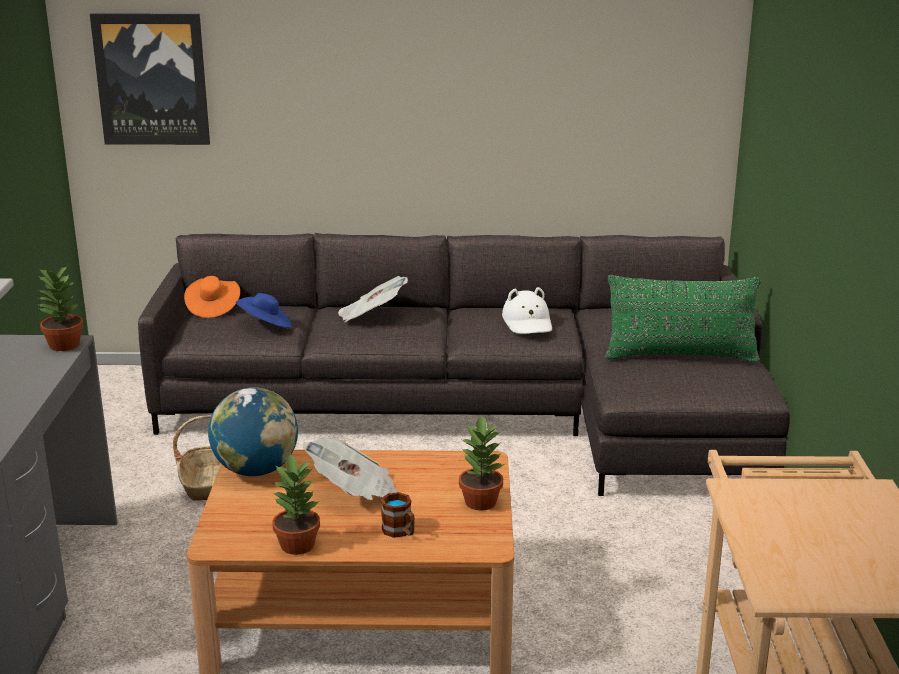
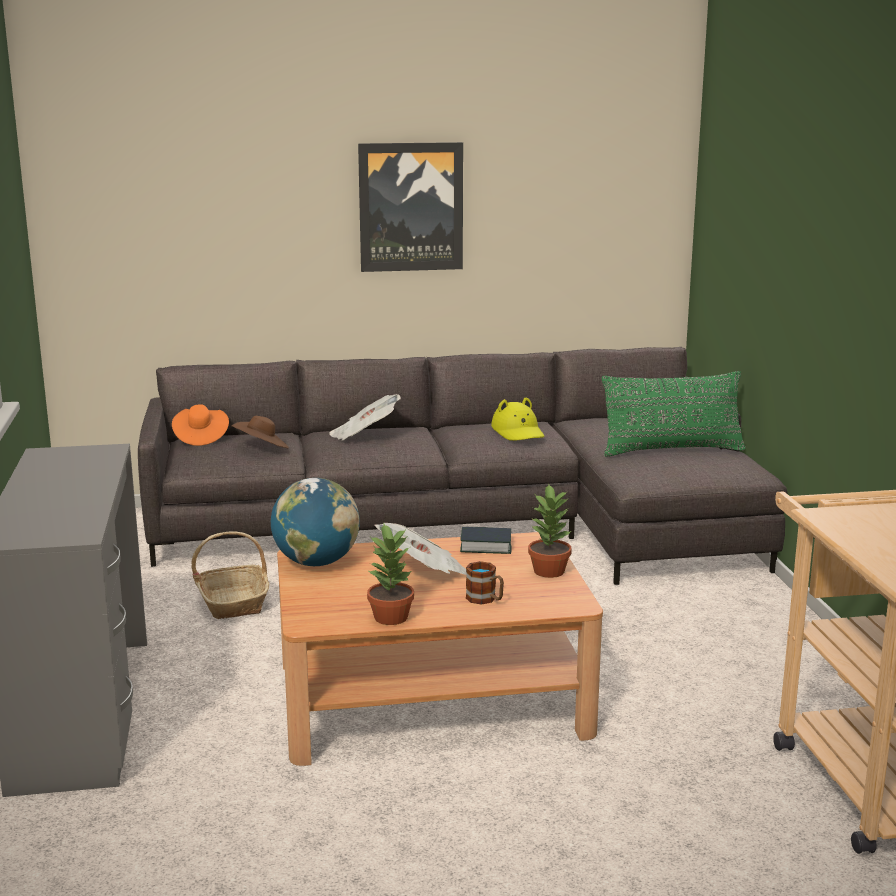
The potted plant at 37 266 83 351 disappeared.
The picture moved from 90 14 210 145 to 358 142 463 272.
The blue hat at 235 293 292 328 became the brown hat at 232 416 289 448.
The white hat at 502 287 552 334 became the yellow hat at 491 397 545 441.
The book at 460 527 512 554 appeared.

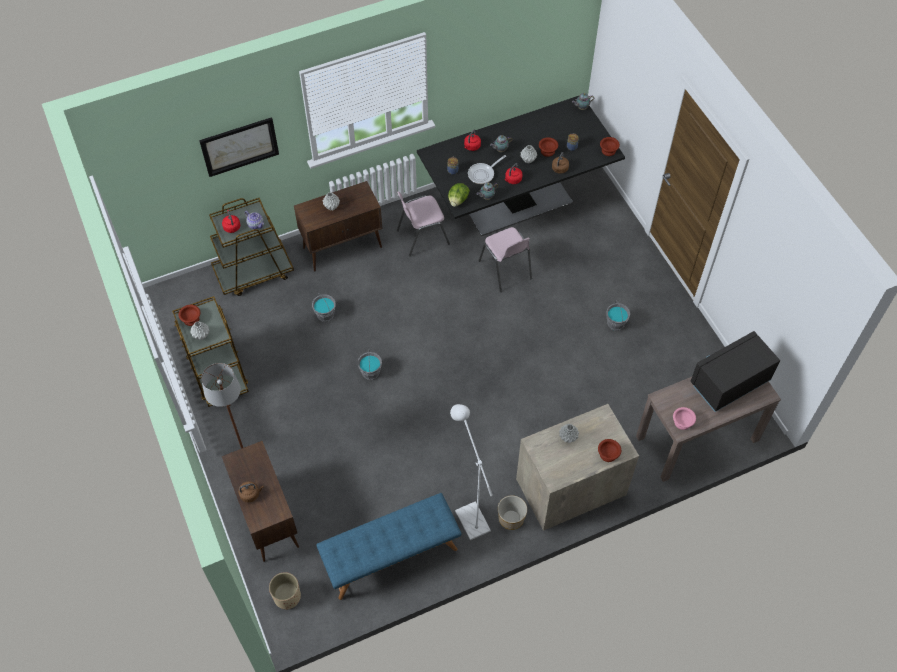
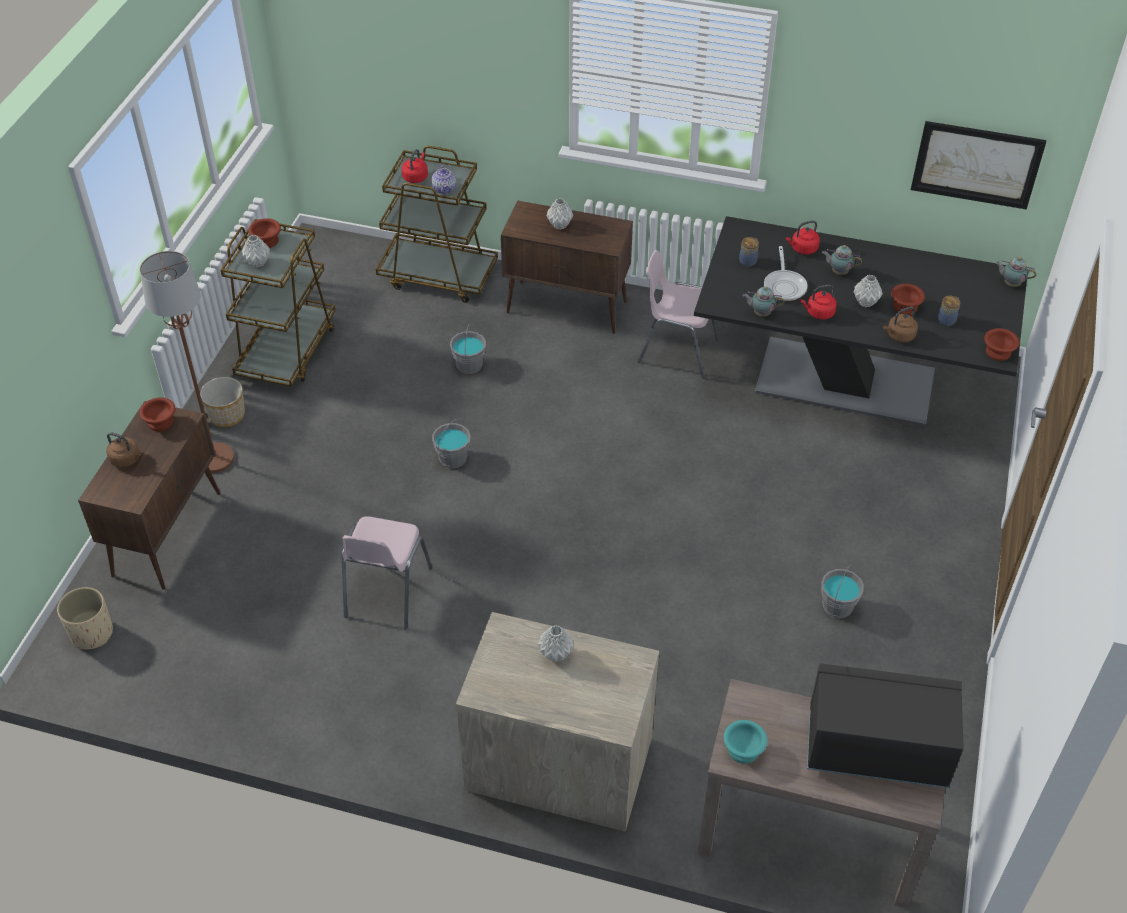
The picture moved from 199 117 279 177 to 911 121 1046 209.
The blue bench at 316 493 462 600 disappeared.
The lettuce at 448 183 470 207 disappeared.
The white floor lamp at 450 404 493 540 disappeared.
The frying pan at 468 155 506 184 turned 90 degrees counterclockwise.
The pink chair moved from 479 227 532 292 to 342 516 432 629.
The planter moved from 498 495 527 530 to 200 377 245 427.
The brown bowl moved from 598 439 621 462 to 139 397 175 431.
The pink bowl at 673 407 696 430 became the turquoise bowl at 724 720 767 764.

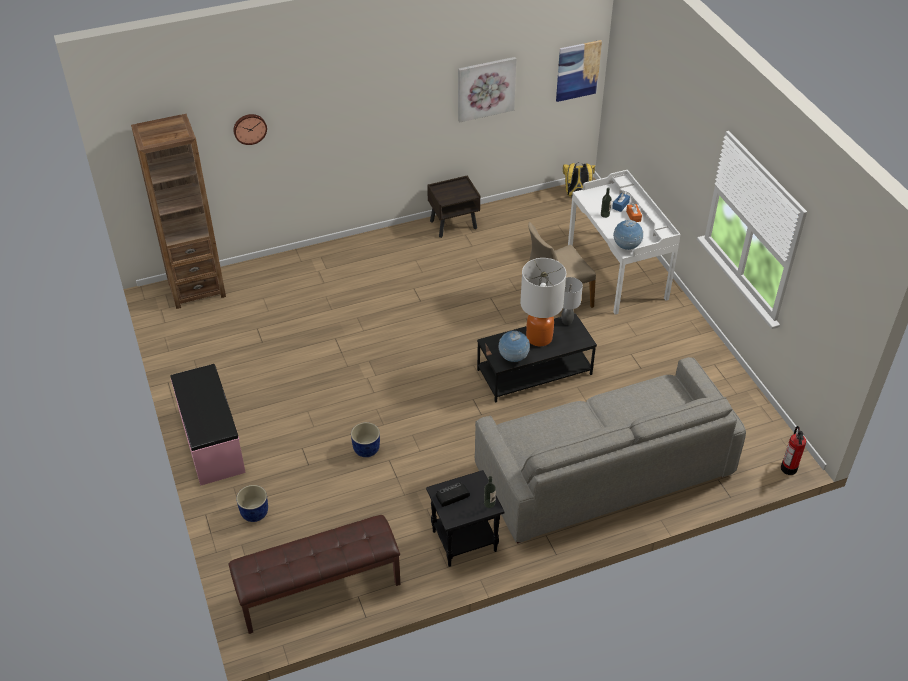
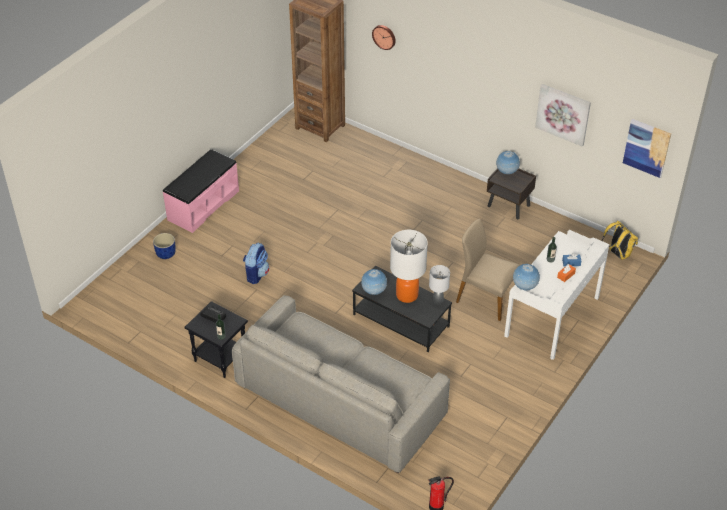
The brown bench at 229 515 400 634 disappeared.
The blue planter at 351 422 380 457 was replaced by the backpack at 243 243 269 284.
The globe at 496 151 520 174 appeared.

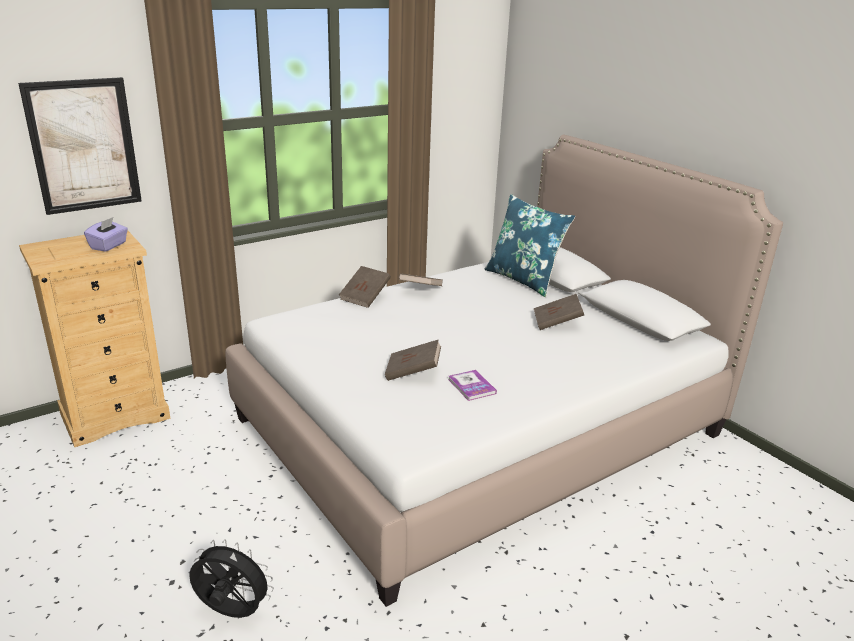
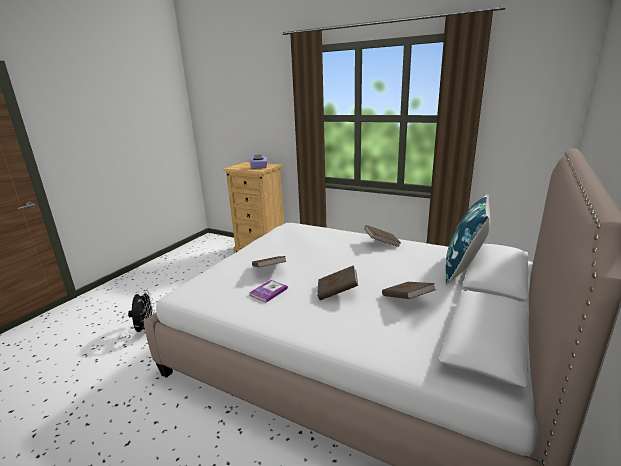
The picture at 18 77 142 215 disappeared.
The brown book moved from 339 266 391 308 to 317 265 358 300.

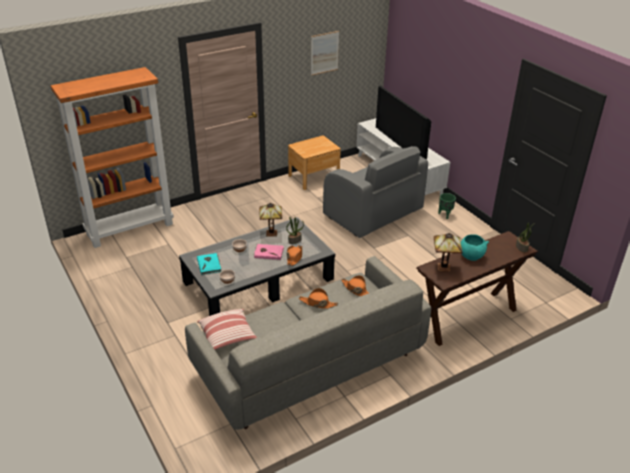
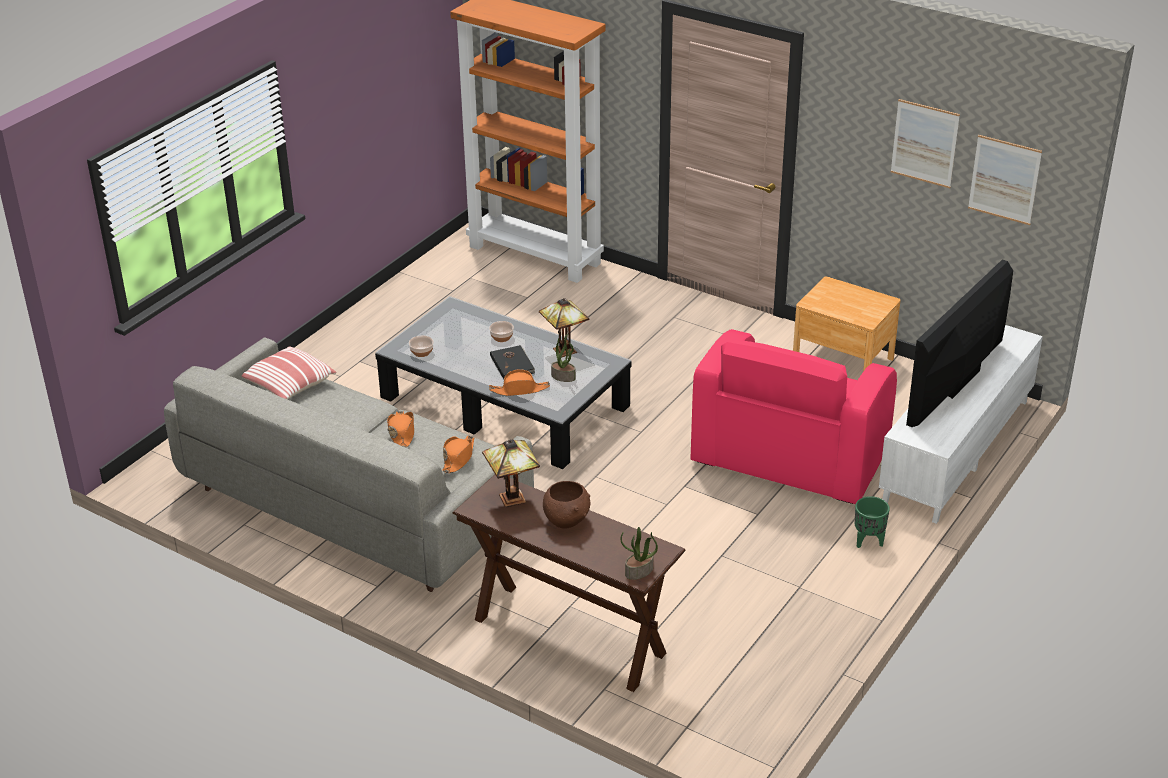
The turquoise book at 197 253 222 275 disappeared.
The pink book at 254 244 284 260 became the black book at 490 345 535 379.
The grey armchair at 323 146 428 238 became the pink armchair at 691 329 897 504.
The turquoise bowl at 461 235 489 261 became the brown bowl at 543 481 591 529.
The picture at 968 135 1042 225 appeared.

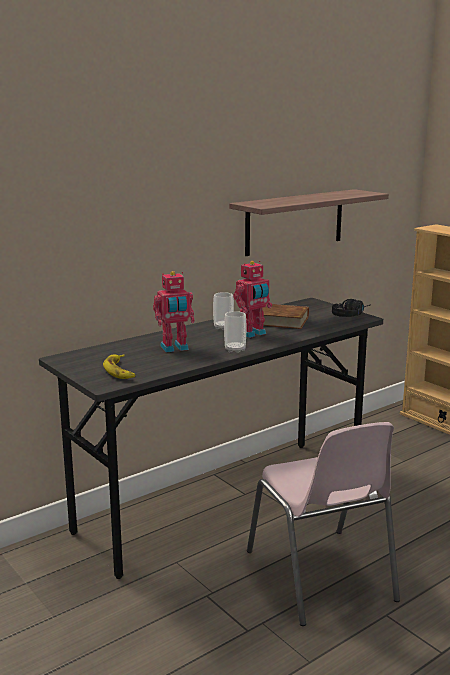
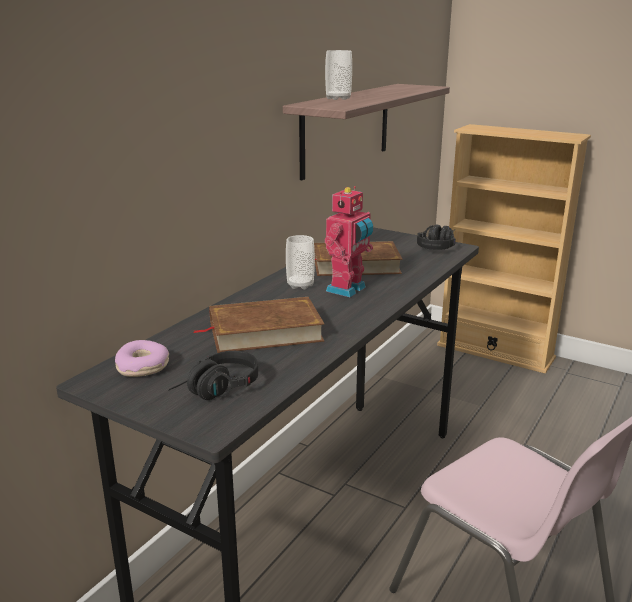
The banana at 103 354 135 379 was replaced by the black headphones at 168 351 258 400.
The toy robot at 153 271 195 352 was replaced by the brown book at 193 297 324 353.
The cup moved from 224 311 246 353 to 325 50 352 100.
The donut at 115 340 169 377 appeared.

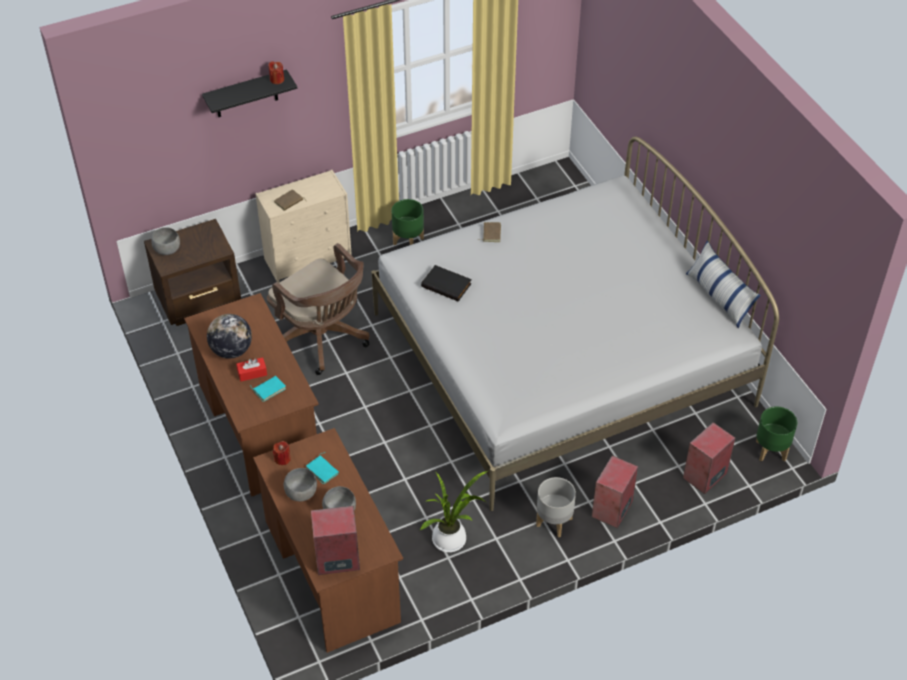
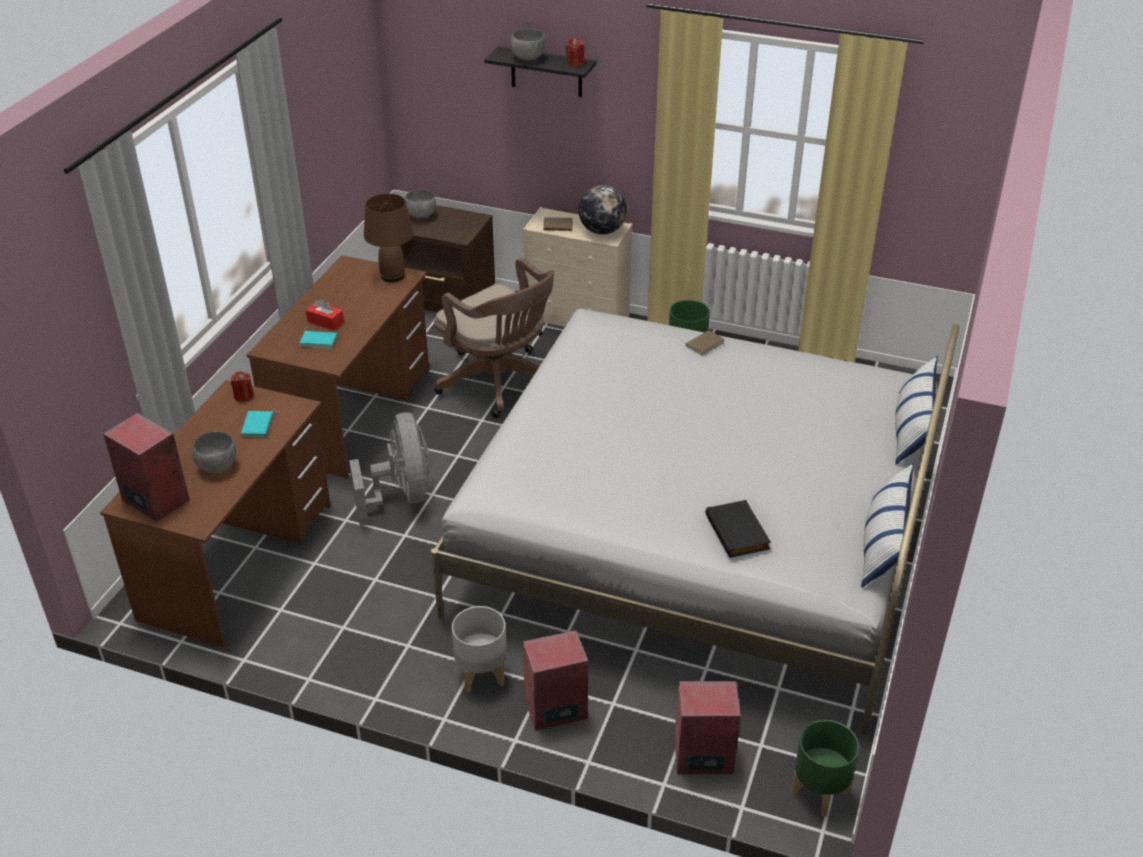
The globe moved from 207 314 252 359 to 579 185 627 235.
The brown office chair at 267 243 370 375 turned 45 degrees counterclockwise.
The grey bowl moved from 284 468 317 501 to 510 28 545 61.
The potted plant at 420 471 488 552 disappeared.
The black book moved from 421 265 472 302 to 705 500 771 558.
The grey fan at 349 412 430 526 appeared.
The brown table lamp at 364 193 414 282 appeared.
The pillow at 895 356 938 465 appeared.

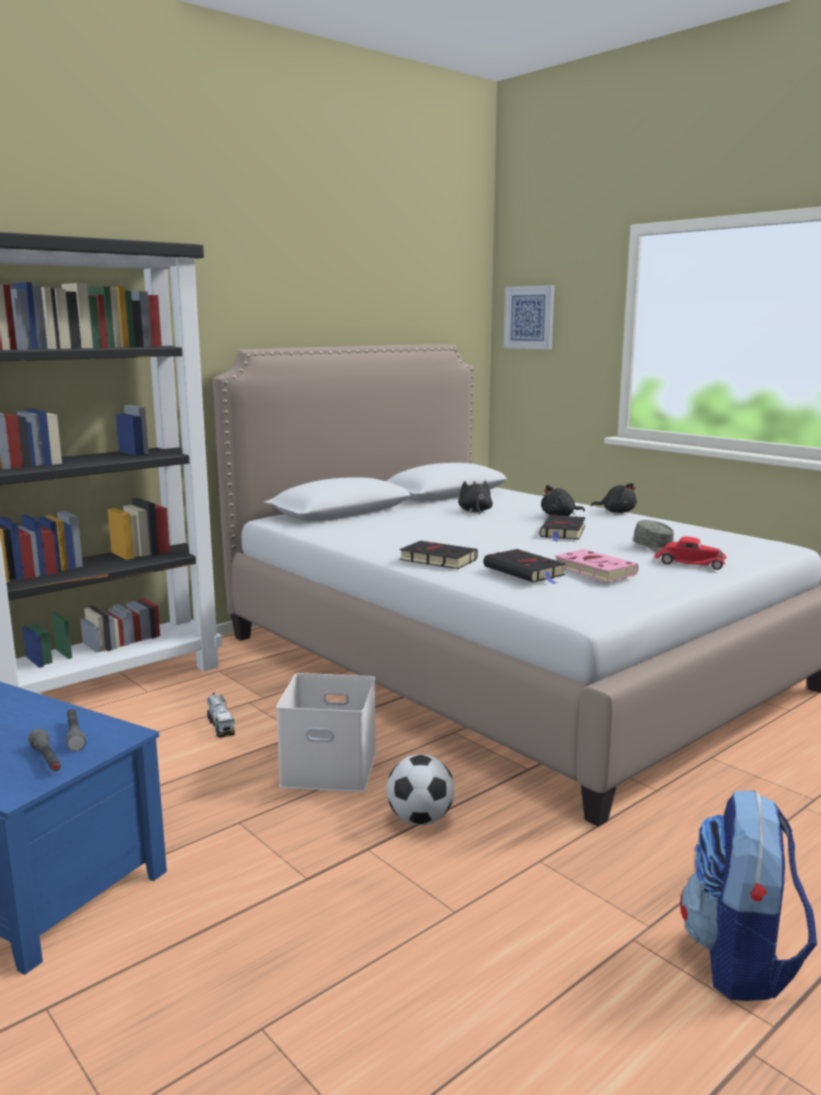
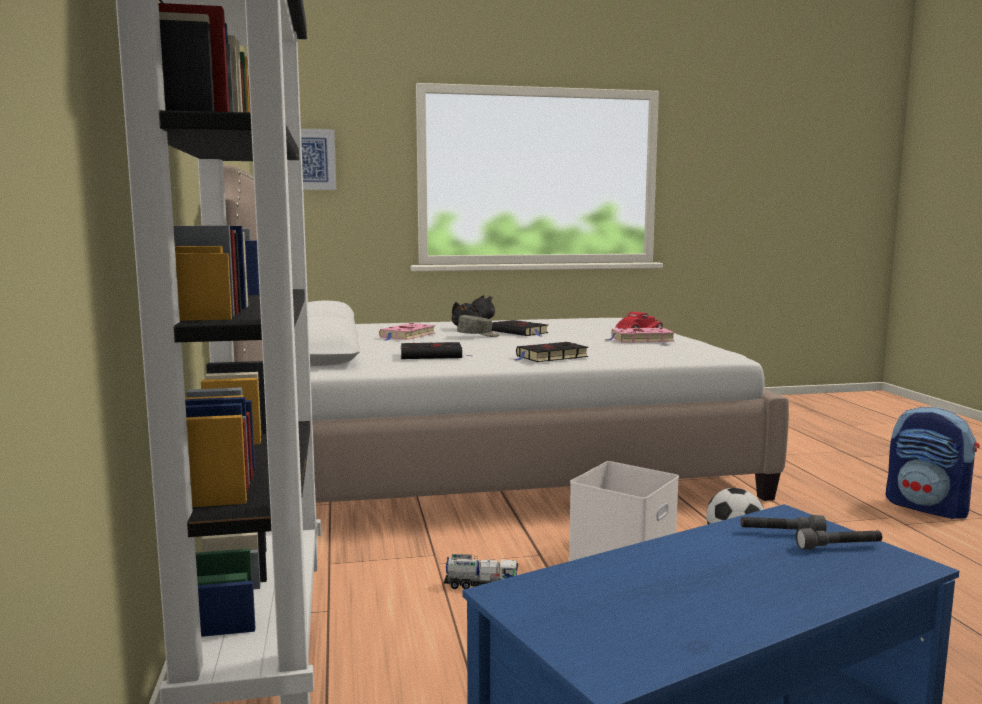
The black plush toy at 458 481 493 515 was replaced by the pink book at 379 323 435 341.
The black book moved from 483 549 565 584 to 400 342 470 359.
The grey cap moved from 633 520 674 552 to 457 315 500 337.

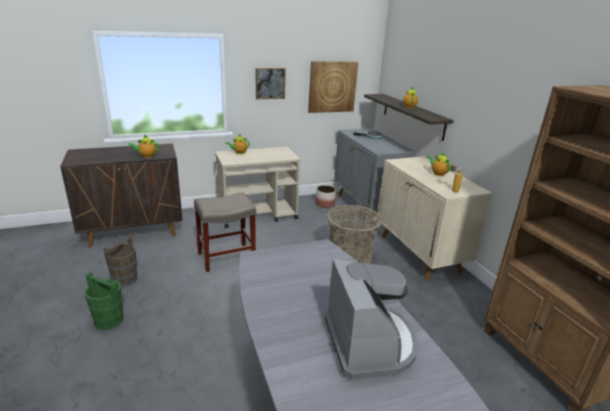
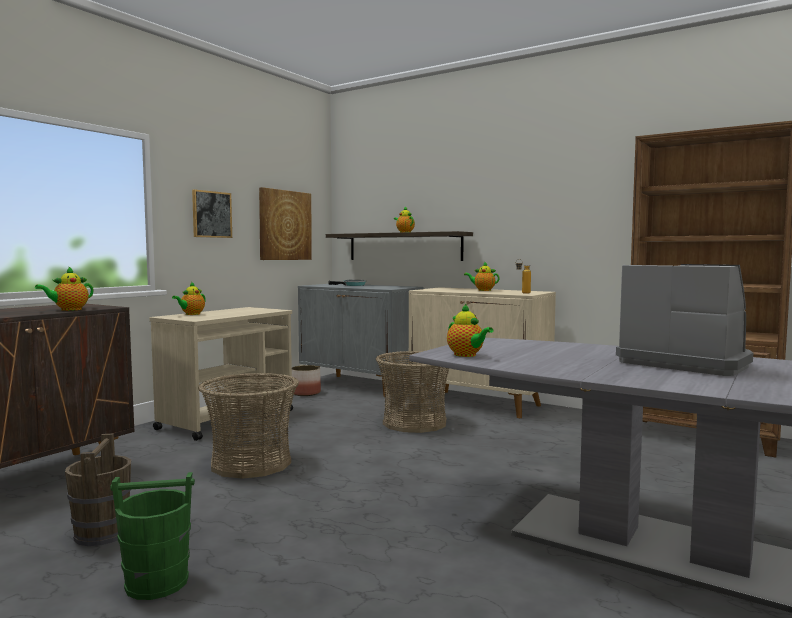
The beige stool at 194 192 256 272 was replaced by the basket at 198 373 299 479.
The teapot at 447 304 494 357 appeared.

